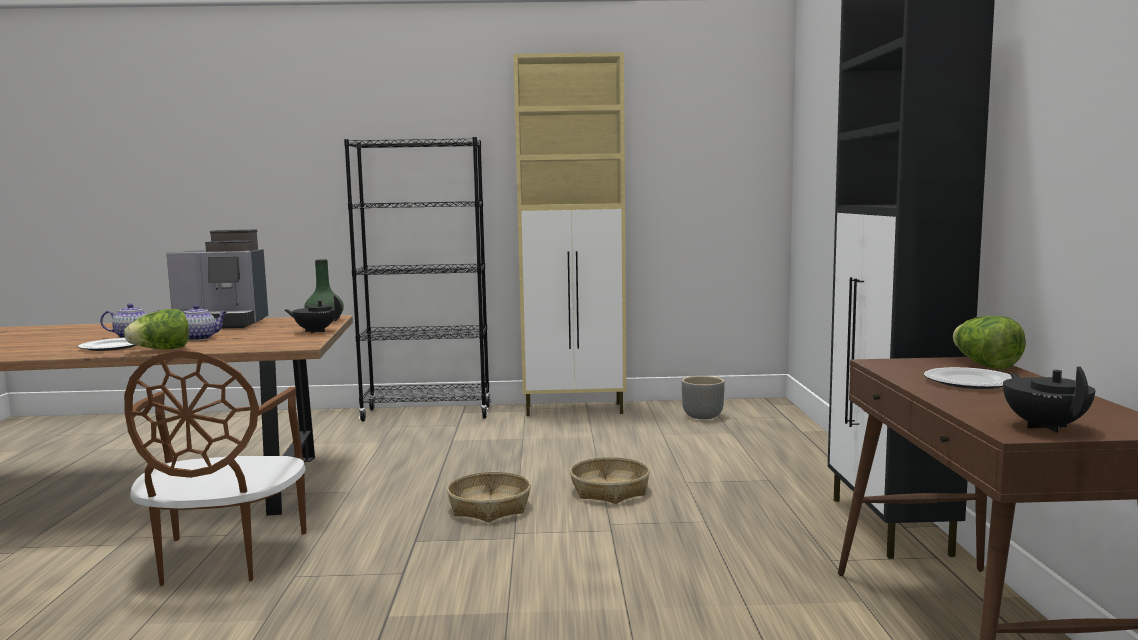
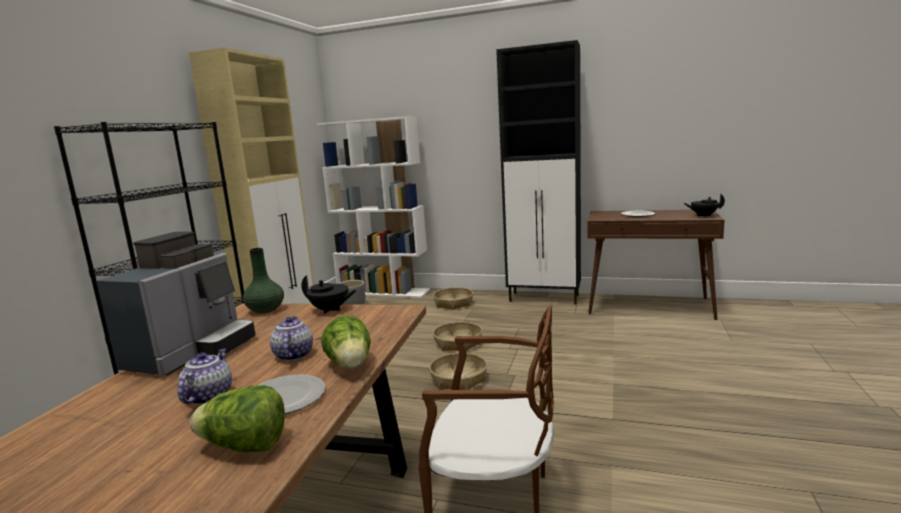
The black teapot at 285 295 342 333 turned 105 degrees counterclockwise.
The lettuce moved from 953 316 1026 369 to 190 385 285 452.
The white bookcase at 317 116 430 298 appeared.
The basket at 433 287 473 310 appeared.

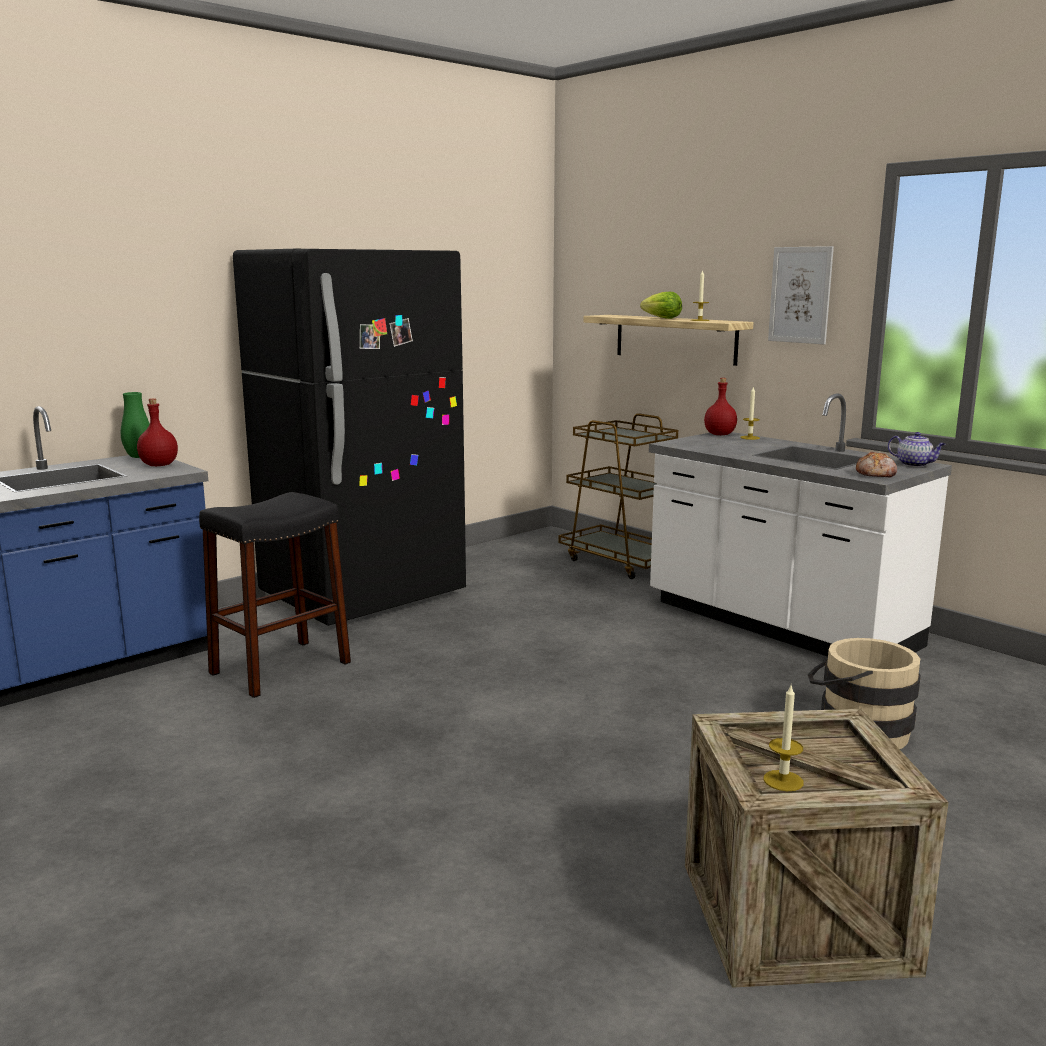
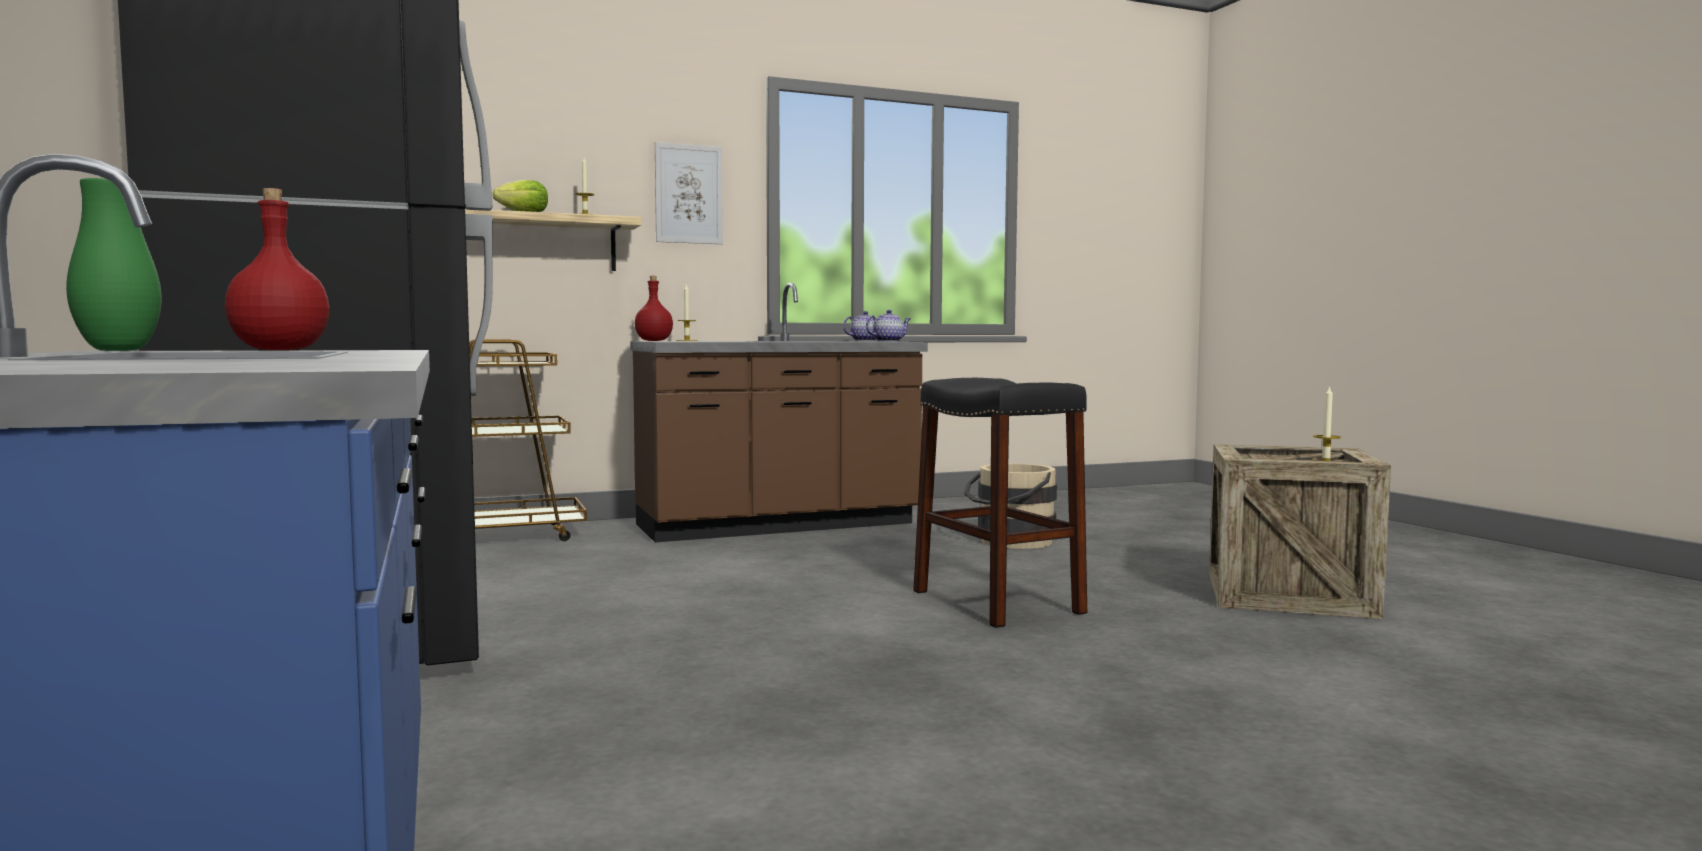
The black stool moved from 199 492 351 698 to 913 378 1087 628.
The white counter at 649 393 952 657 became the brown counter at 631 283 928 542.
The bread at 856 451 897 478 was replaced by the teapot at 866 310 911 342.

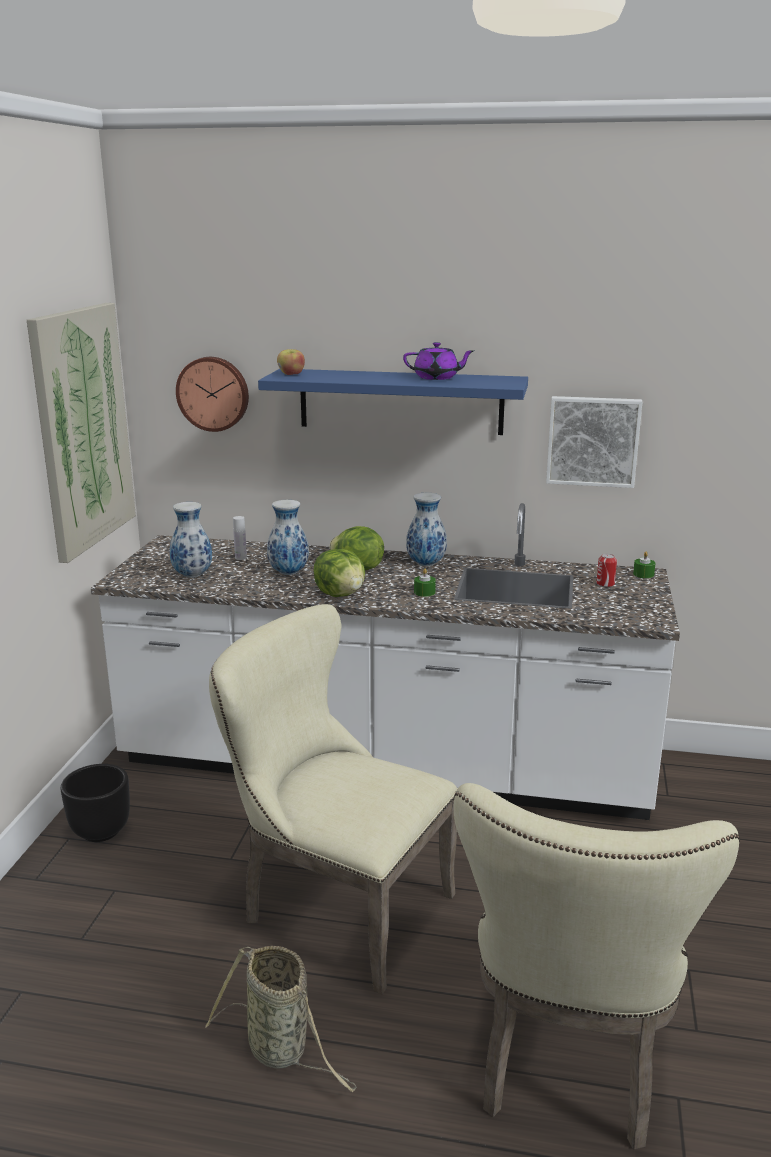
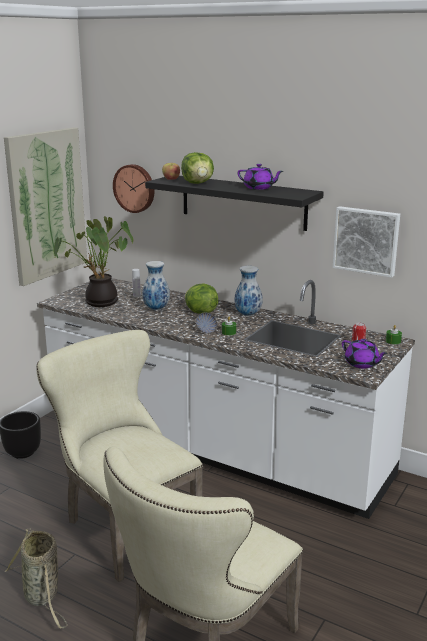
The vase at 170 502 212 578 was replaced by the potted plant at 53 216 133 307.
The blue shelf at 258 369 528 435 became the black shelf at 145 176 324 231.
The lettuce moved from 313 549 365 597 to 181 152 214 184.
The bowl at 196 312 217 334 appeared.
The purple teapot at 342 339 388 368 appeared.

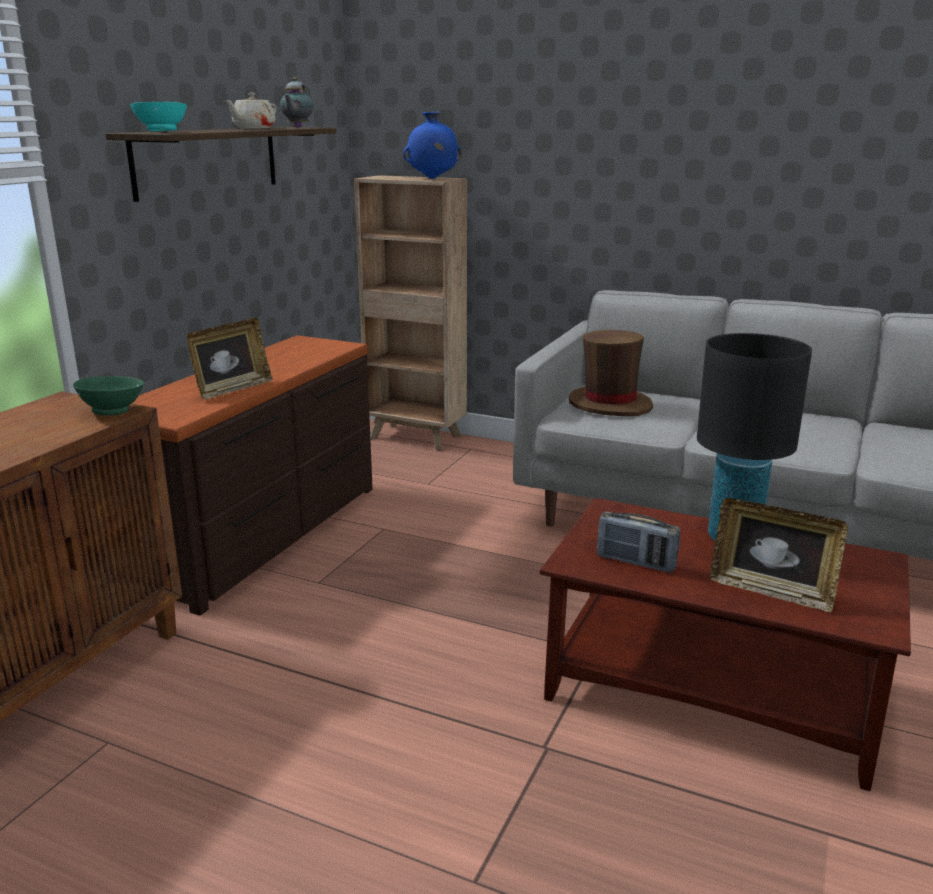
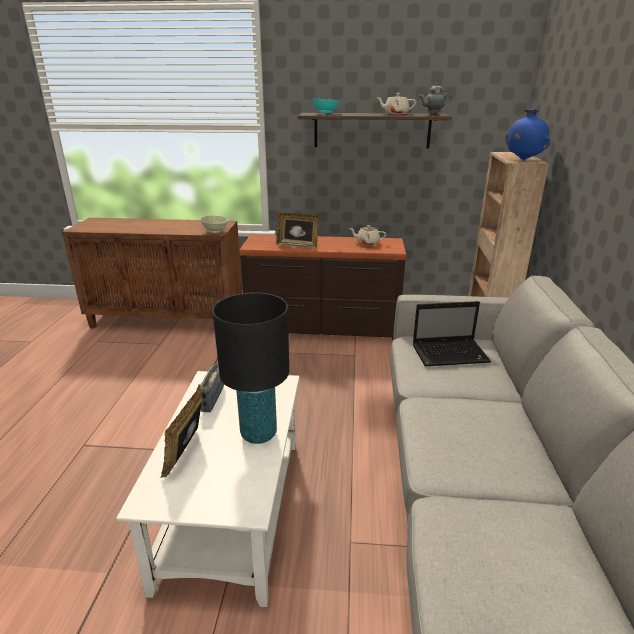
The green bowl at 73 376 144 416 became the beige bowl at 200 215 228 233.
The brown coffee table at 540 498 911 791 became the white coffee table at 116 371 299 607.
The brown hat at 569 330 653 416 was replaced by the laptop at 413 301 491 366.
The beige teapot at 349 225 386 245 appeared.

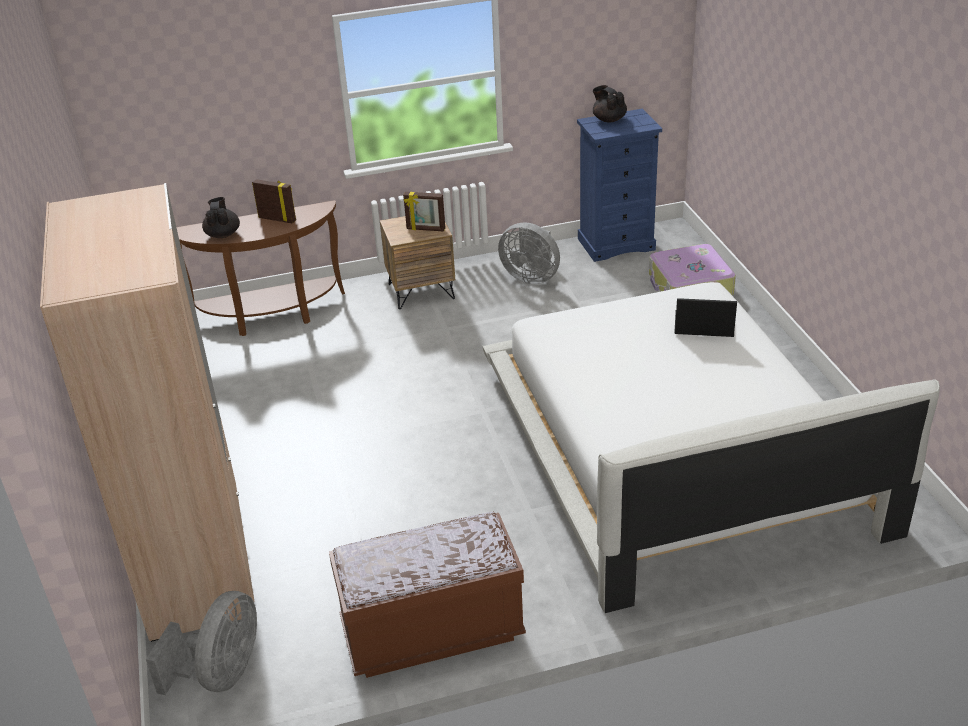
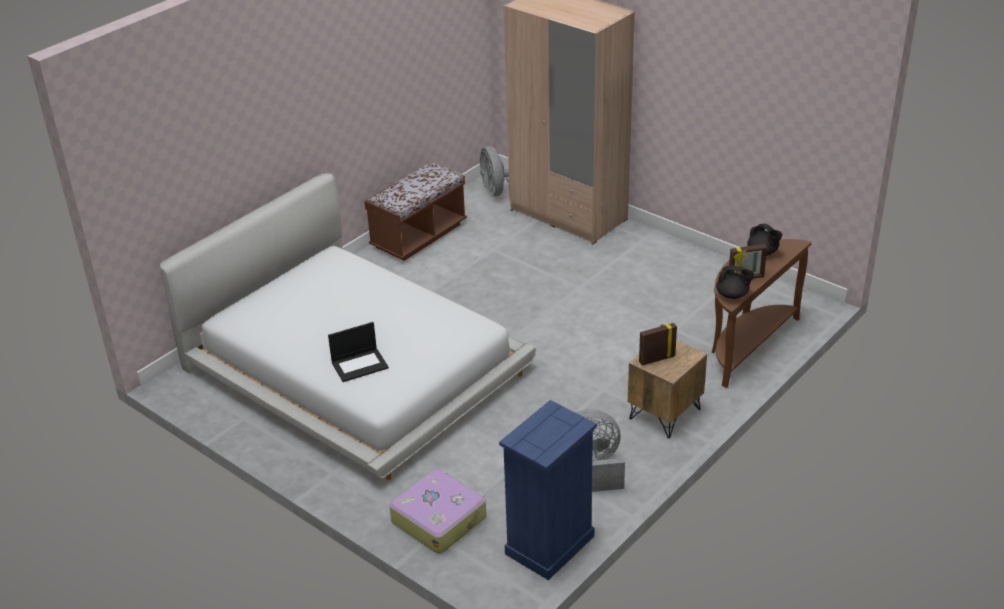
The black teapot moved from 593 85 627 123 to 716 265 755 299.

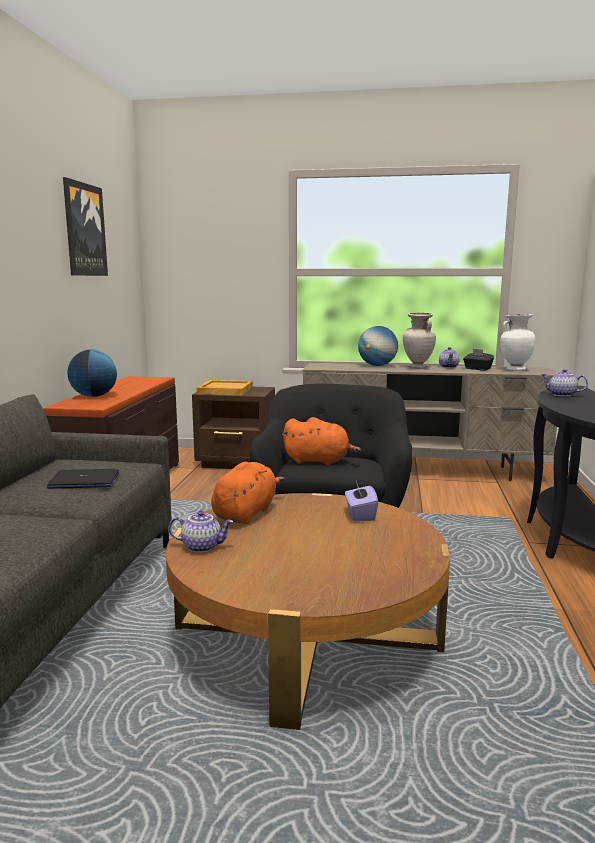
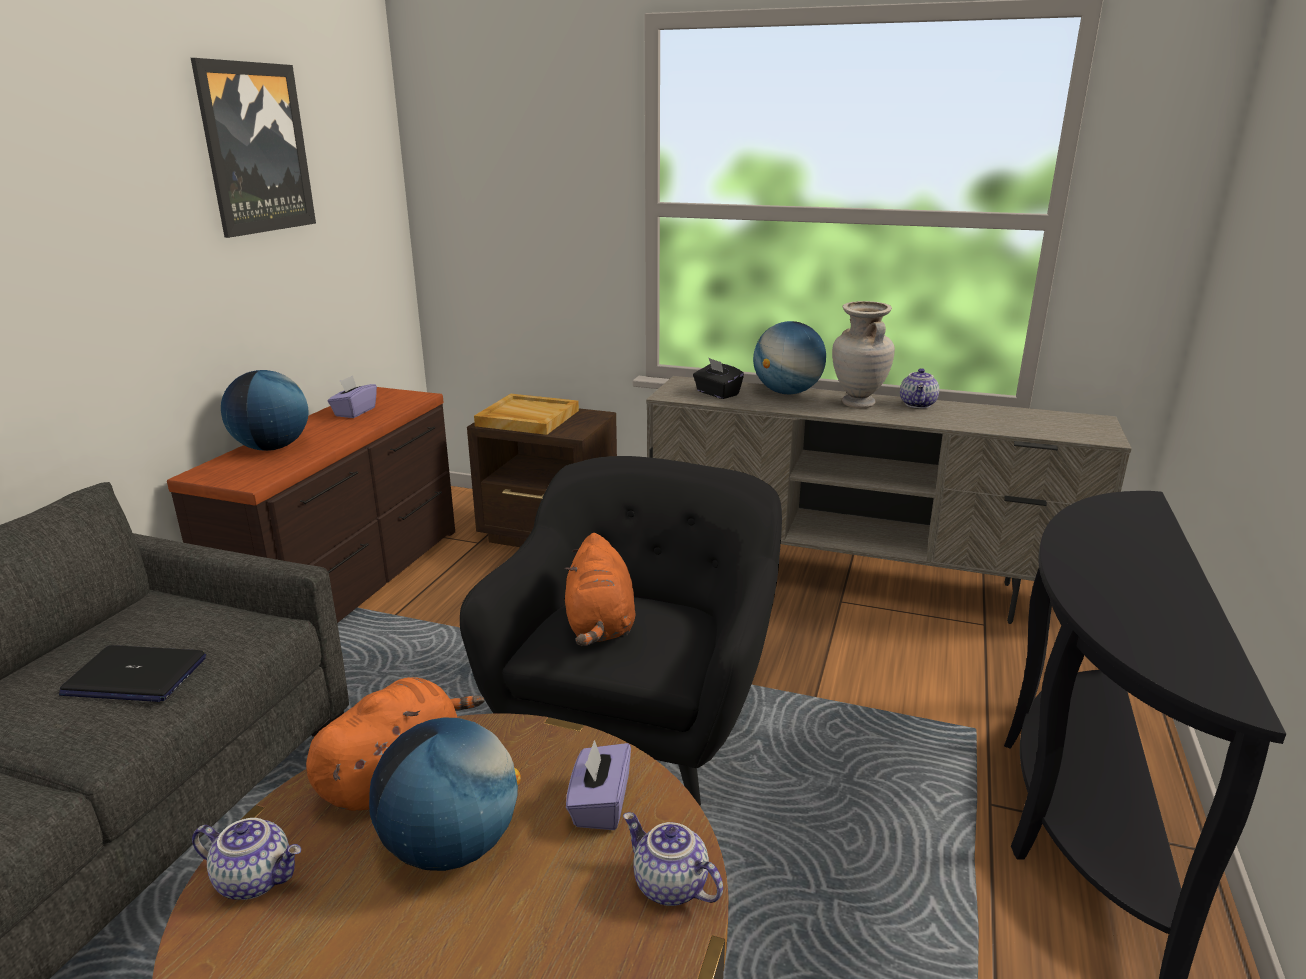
The orange plush toy at 282 417 361 465 turned 60 degrees clockwise.
The black tissue box moved from 463 349 494 370 to 693 358 744 399.
The white vase at 501 314 536 371 disappeared.
The teapot moved from 541 369 588 397 to 623 812 723 906.
The purple tissue box at 328 375 377 418 appeared.
The globe at 369 718 521 871 appeared.

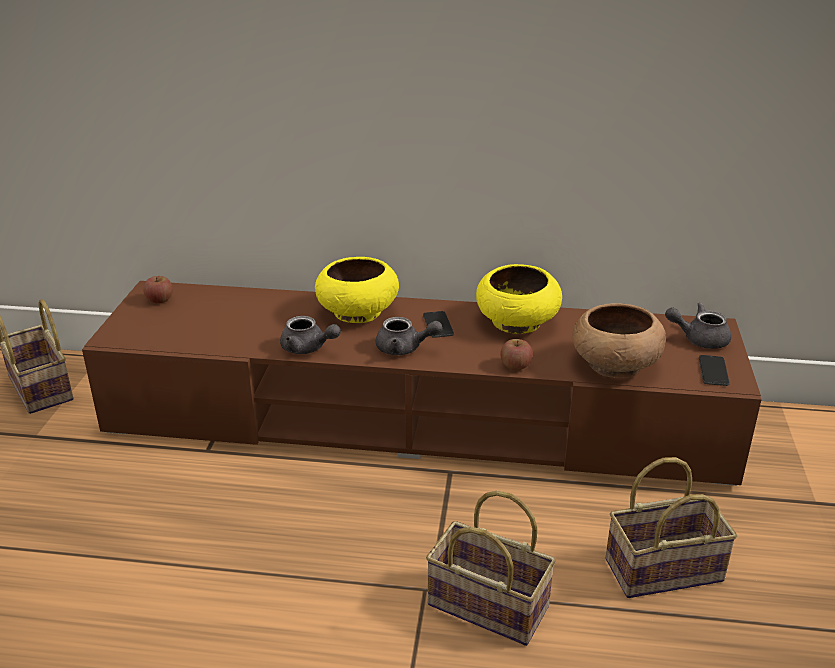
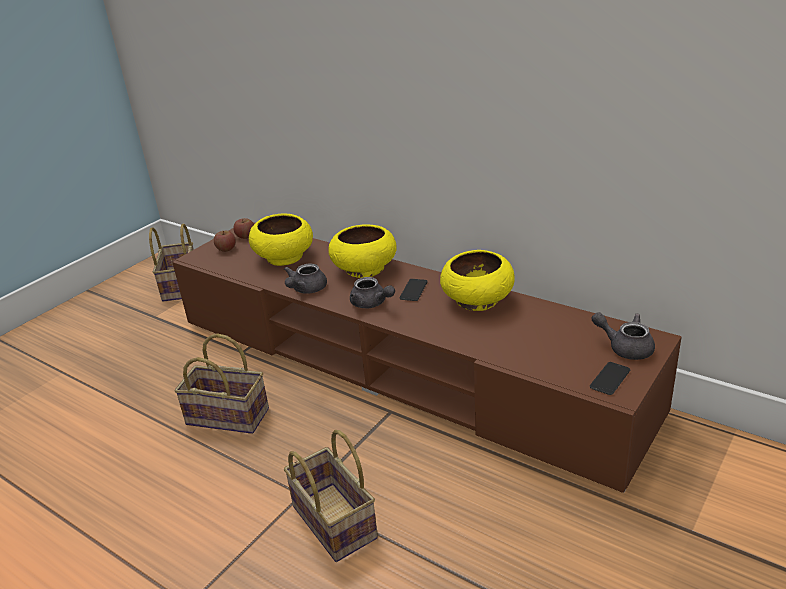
The grey teapot at 280 316 341 354 turned 60 degrees clockwise.
The apple moved from 500 339 533 370 to 214 231 236 252.
The brown bowl at 572 303 666 378 disappeared.
The basket moved from 605 457 737 598 to 175 333 269 434.
The yellow bowl at 249 213 313 266 appeared.

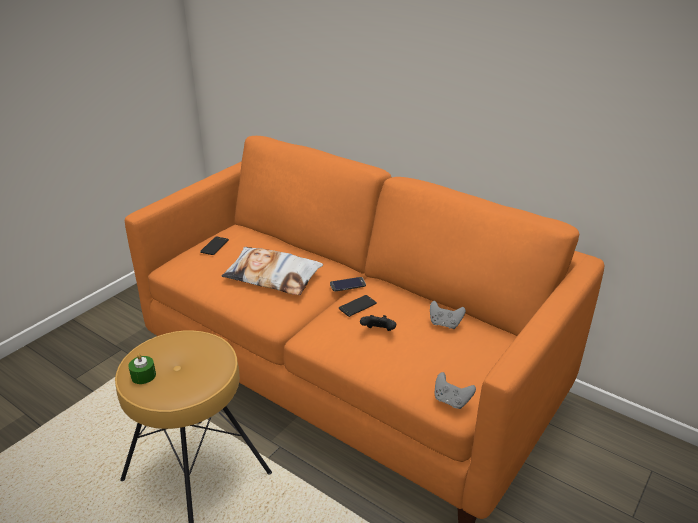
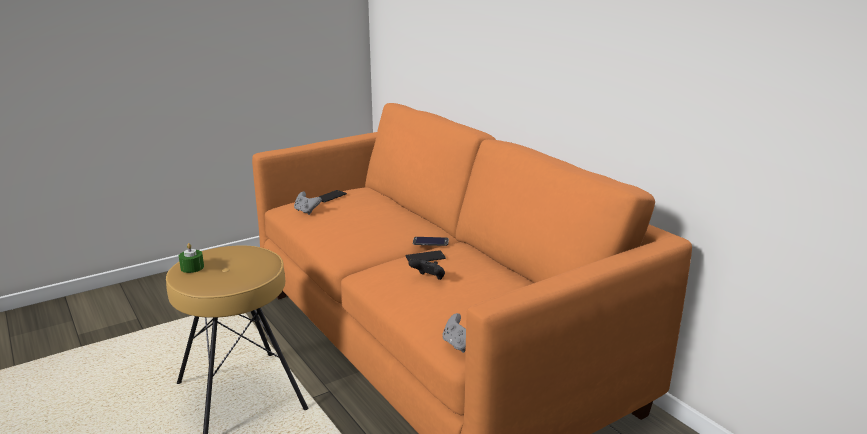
The pillow at 222 247 323 295 disappeared.
The grey game controller moved from 430 301 466 329 to 294 192 322 215.

